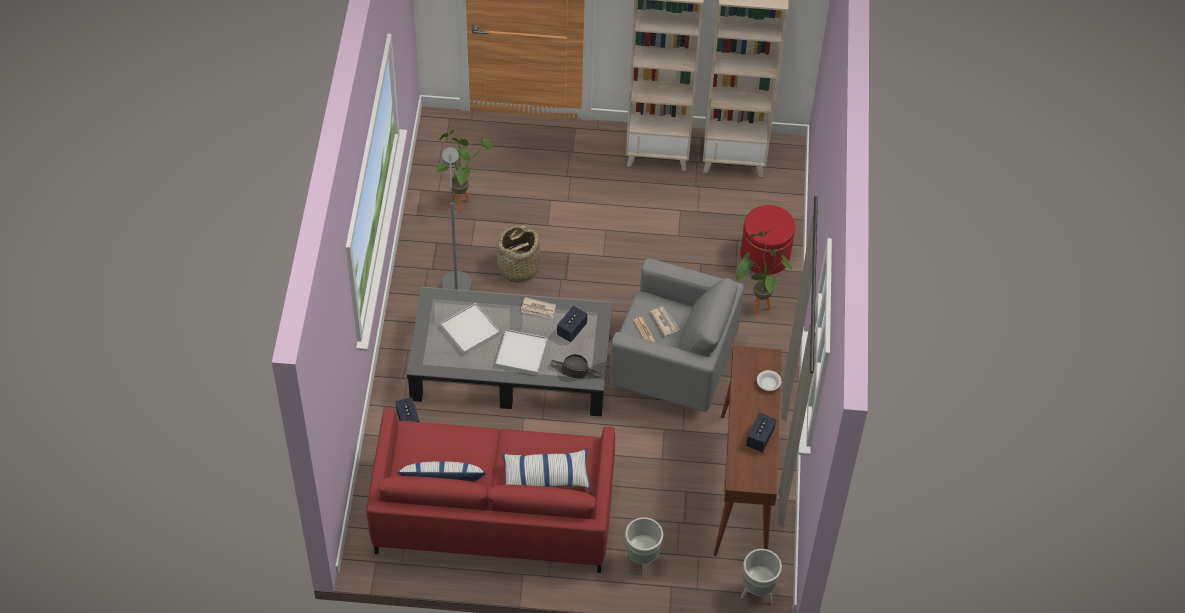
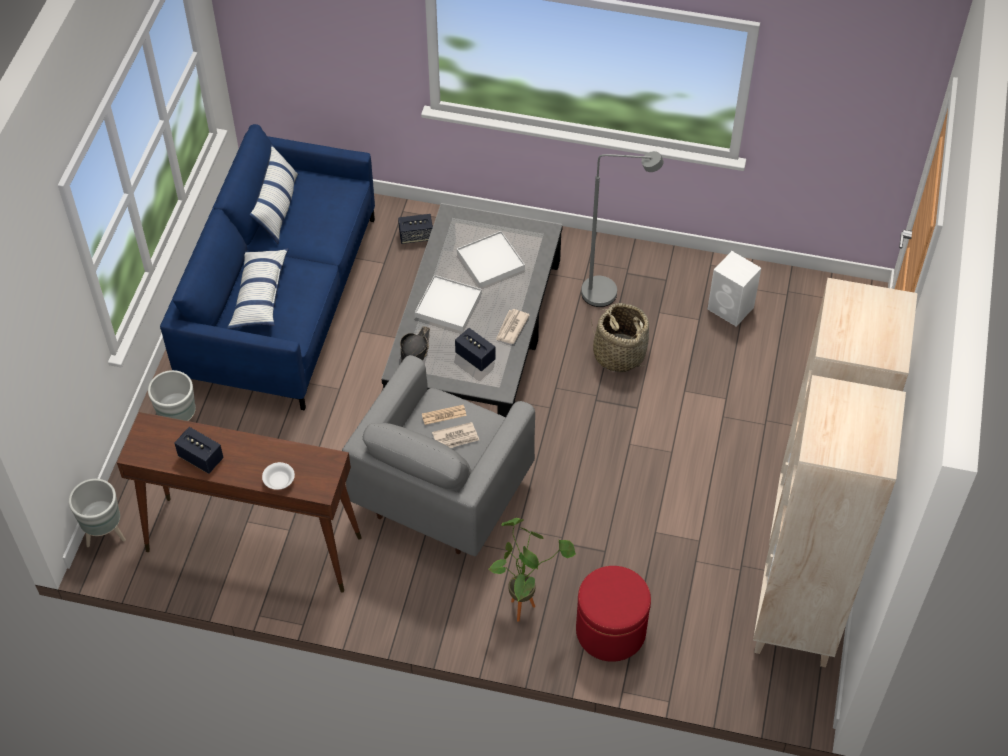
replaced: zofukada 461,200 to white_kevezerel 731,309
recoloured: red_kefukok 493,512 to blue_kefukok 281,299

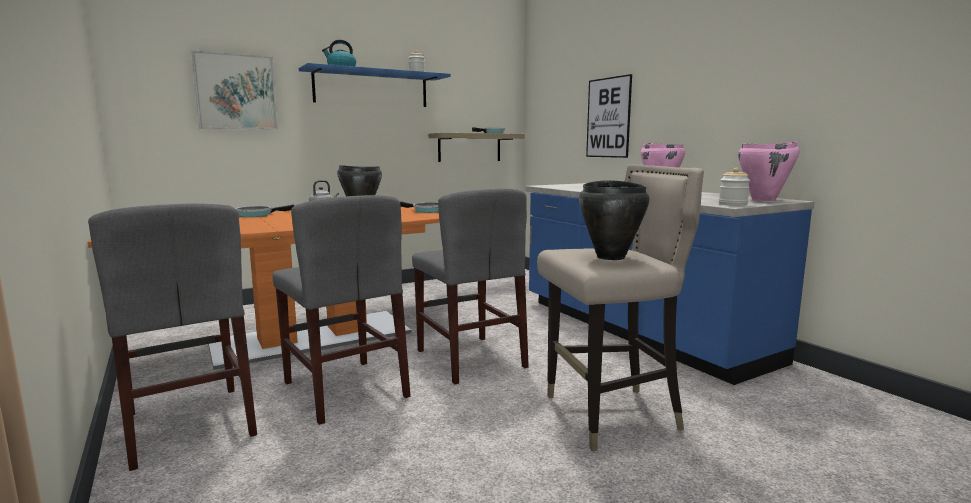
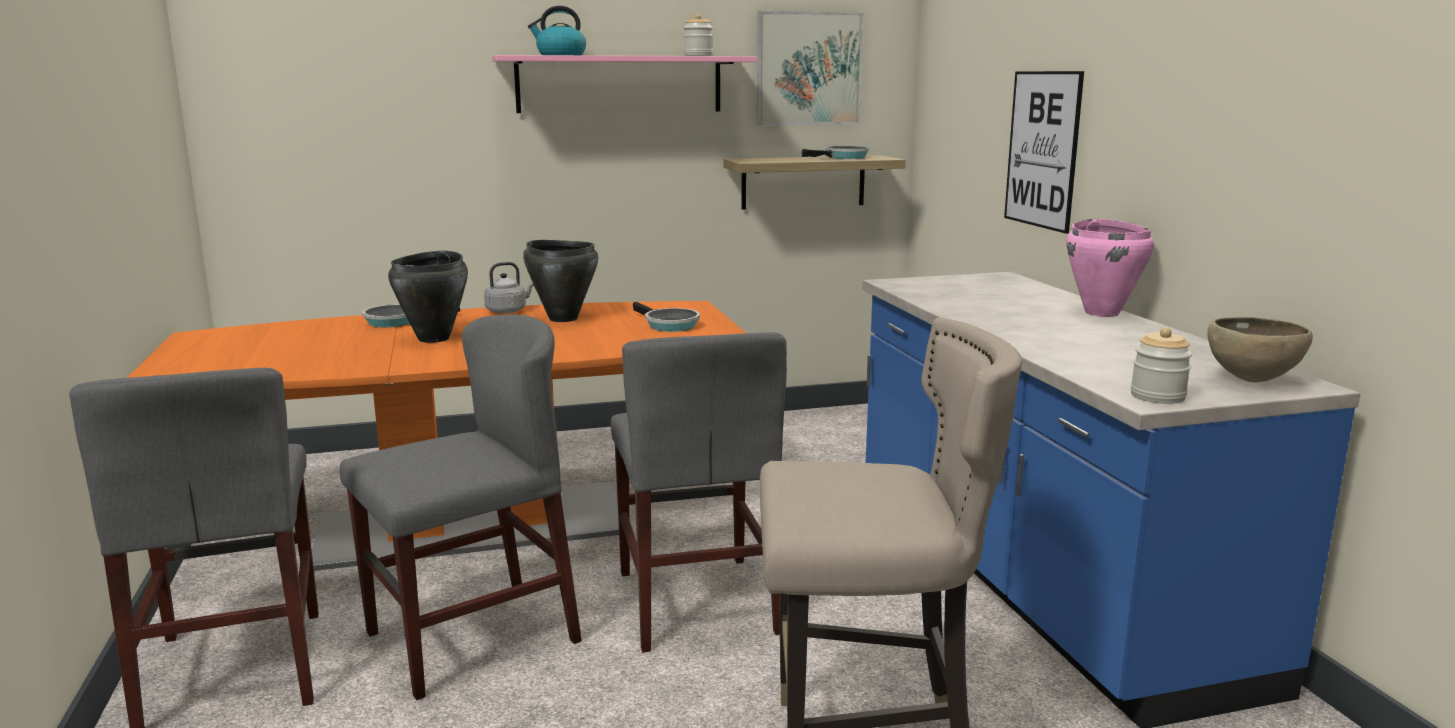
moved: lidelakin 236,92 to 808,68; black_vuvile 611,257 to 434,338
replaced: pink_vuvile 764,200 to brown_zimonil 1252,380
recoloured: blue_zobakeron 371,89 to pink_zobakeron 619,84
turned: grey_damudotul 345,389 = 472,637 105 degrees counterclockwise

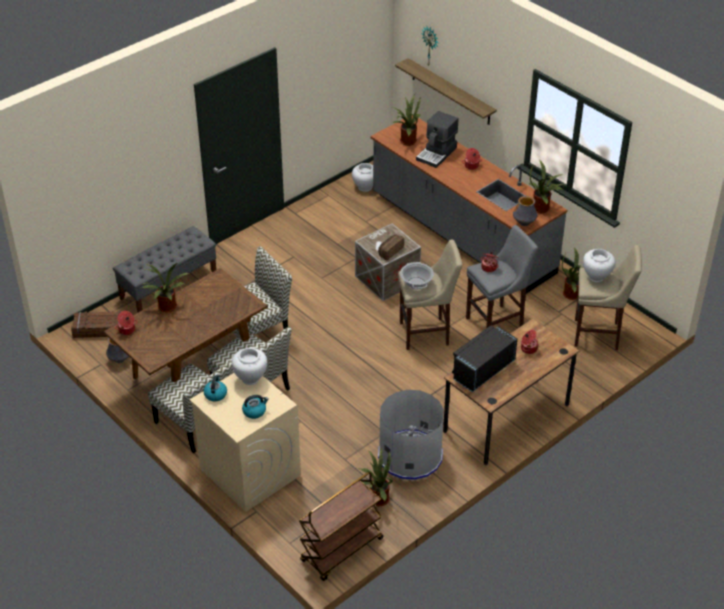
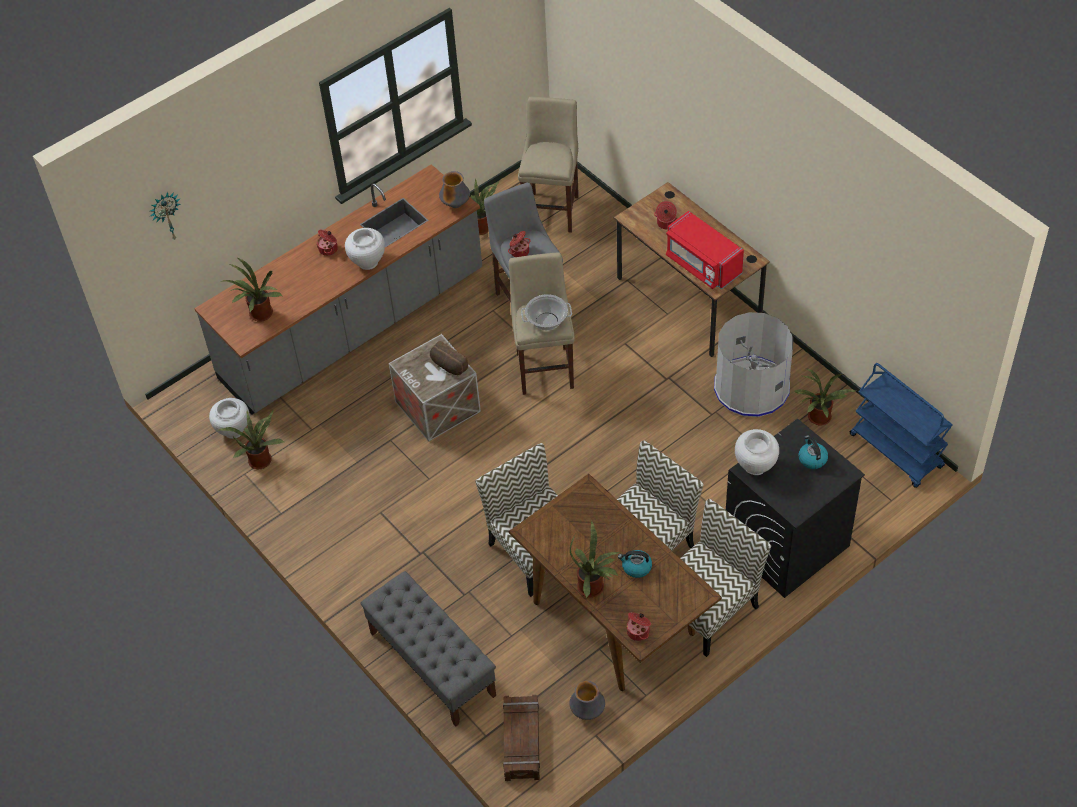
removed: zobakeron 450,92; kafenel 437,154
moved: zofukada 542,208 to 260,459; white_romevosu 596,277 to 367,262; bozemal 215,394 to 636,567
recoloured: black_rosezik 482,370 to red_rosezik 702,264; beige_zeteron 249,472 to black_zeteron 786,545; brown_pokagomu 341,550 to blue_pokagomu 897,451

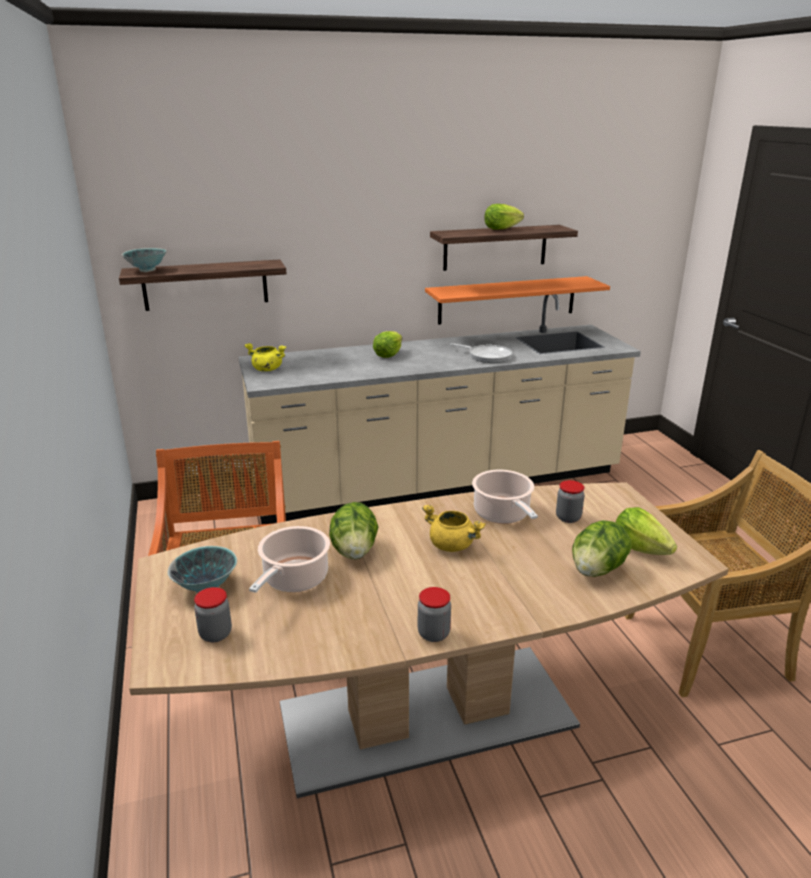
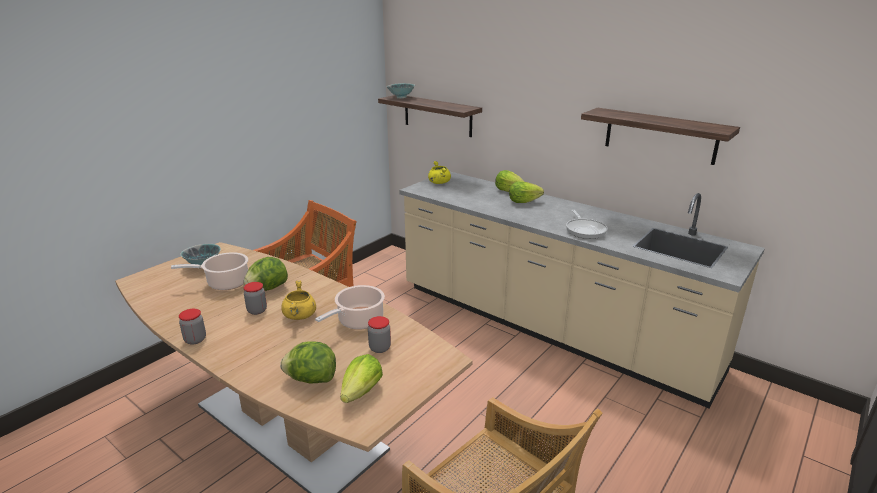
removed: orange_zobakeron 507,300
moved: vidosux 501,229 to 509,191; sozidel 215,634 to 257,310

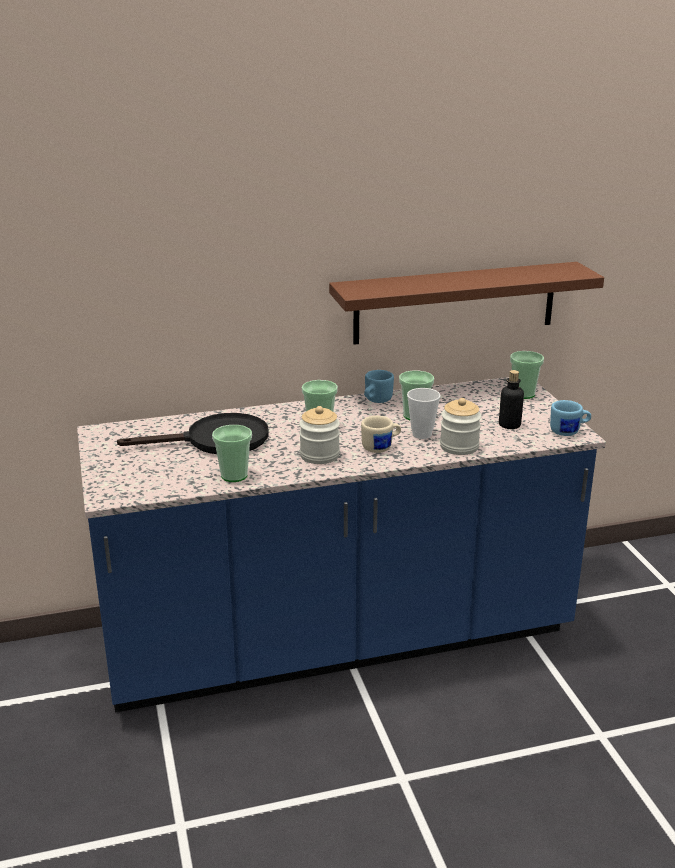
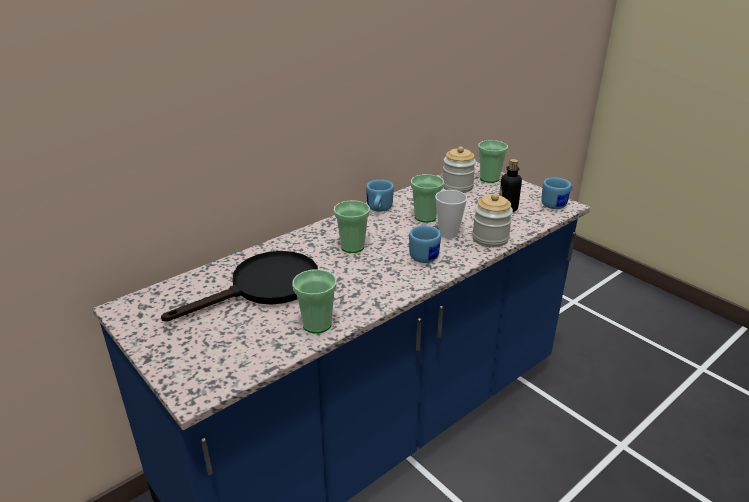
removed: brown_zobakeron 455,303
moved: sozidel 319,455 to 457,187
recoloured: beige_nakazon 381,447 to blue_nakazon 427,255

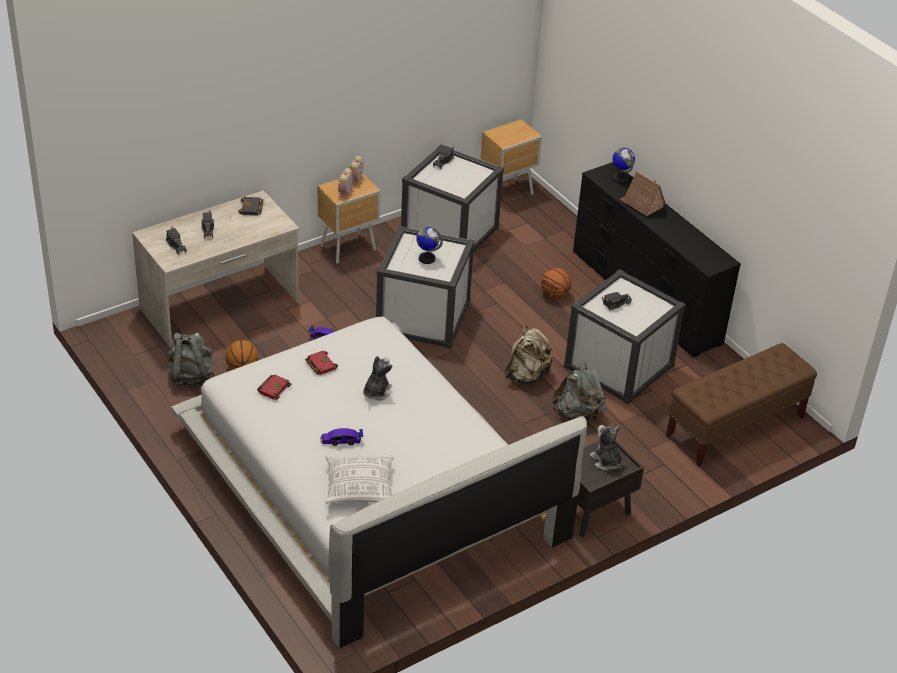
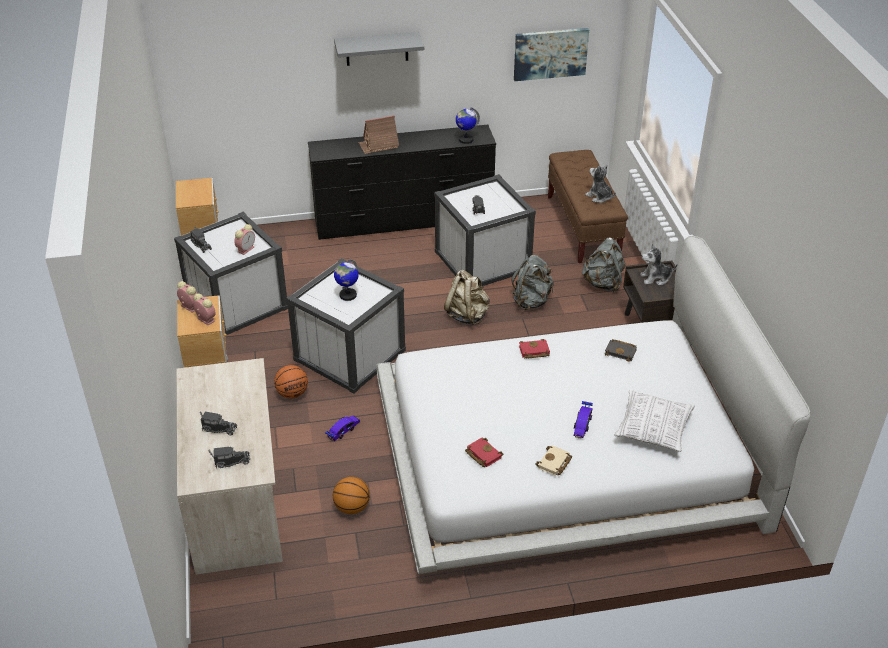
added: lidelakin 550,53; grey_zobakeron 377,48; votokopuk 246,249; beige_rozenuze 554,463
moved: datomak 620,179 to 465,139; black_rozenuze 252,208 to 621,352; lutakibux 554,295 to 292,393; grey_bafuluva 190,376 to 603,283; red_rozenuze 320,365 to 533,352; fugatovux 376,392 to 599,197

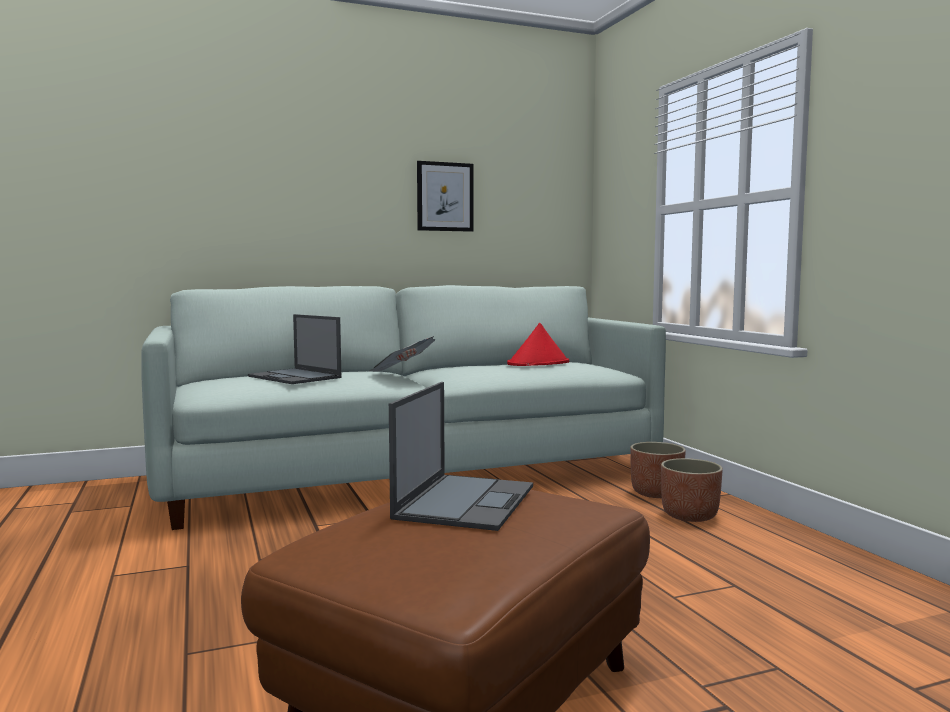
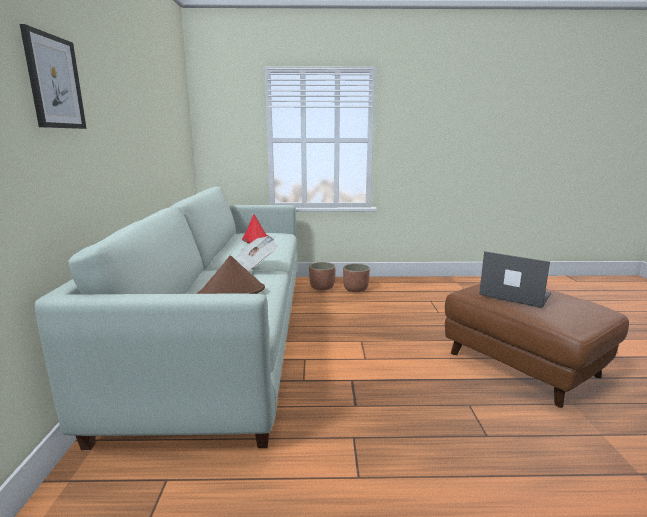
moved: lidelakin 445,197 to 54,82
replaced: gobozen 295,377 to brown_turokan 232,293

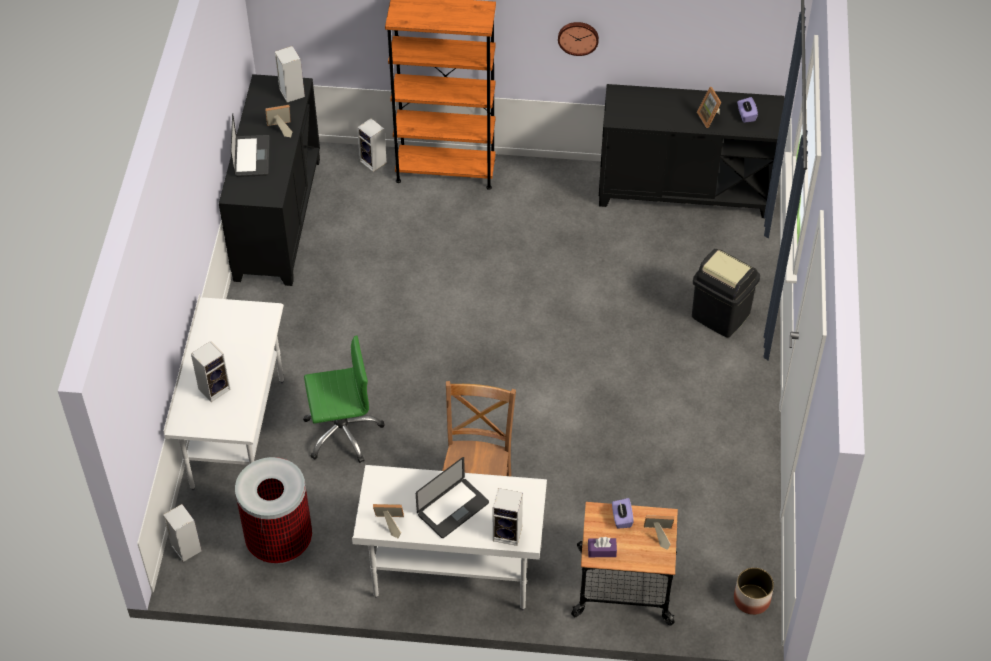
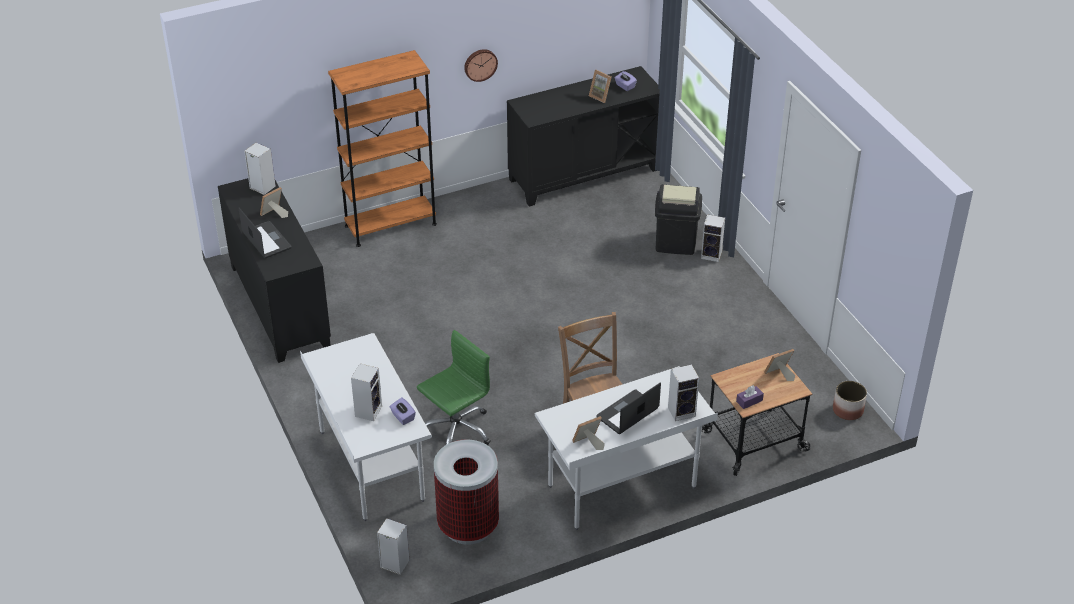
moved: kevezerel 374,162 to 712,255; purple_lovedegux 621,519 to 402,417
turned: gobozen 453,509 = 627,413 150 degrees counterclockwise

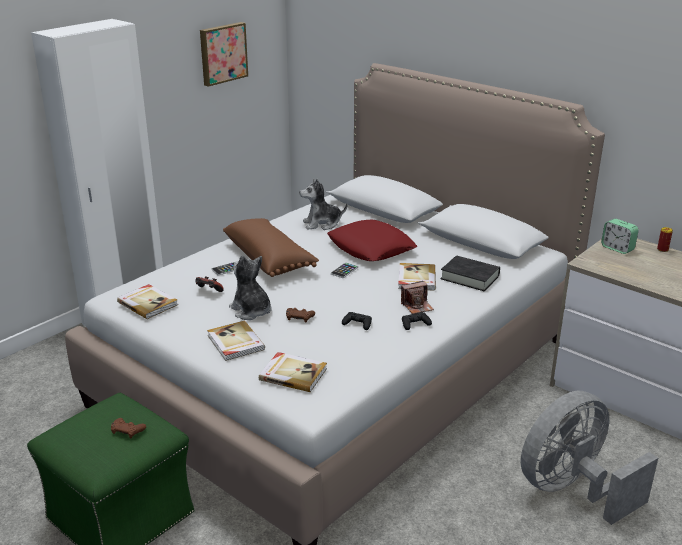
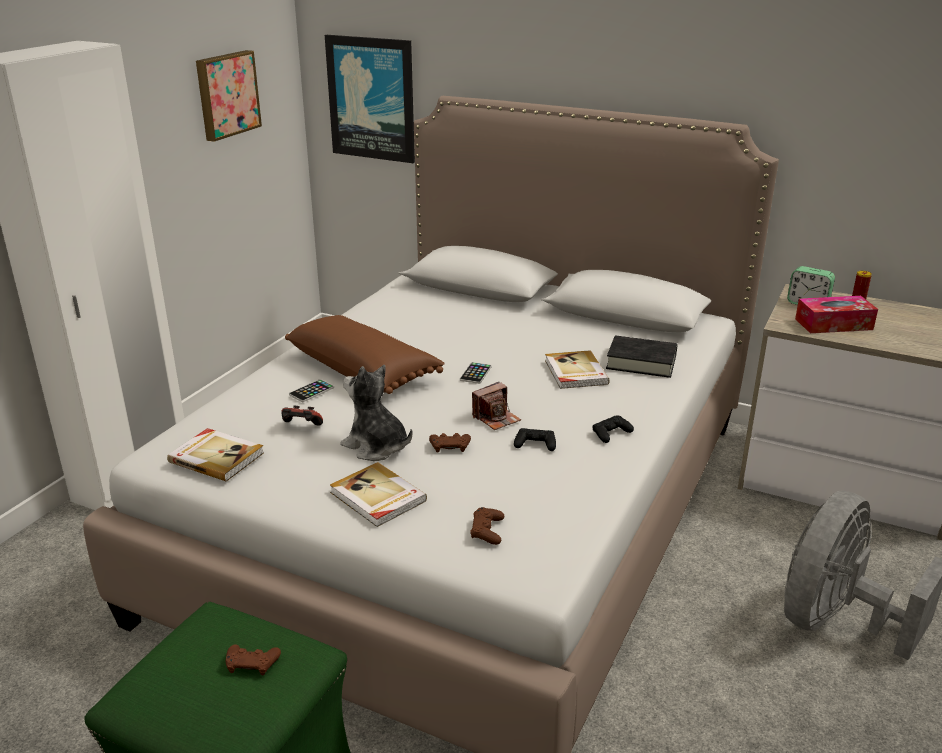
removed: fugatovux 322,224; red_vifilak 371,248
added: lidelakin 372,98; lovedegux 833,324
moved: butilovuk 417,306 to 496,418
replaced: rozenuze 293,374 to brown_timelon 487,531

